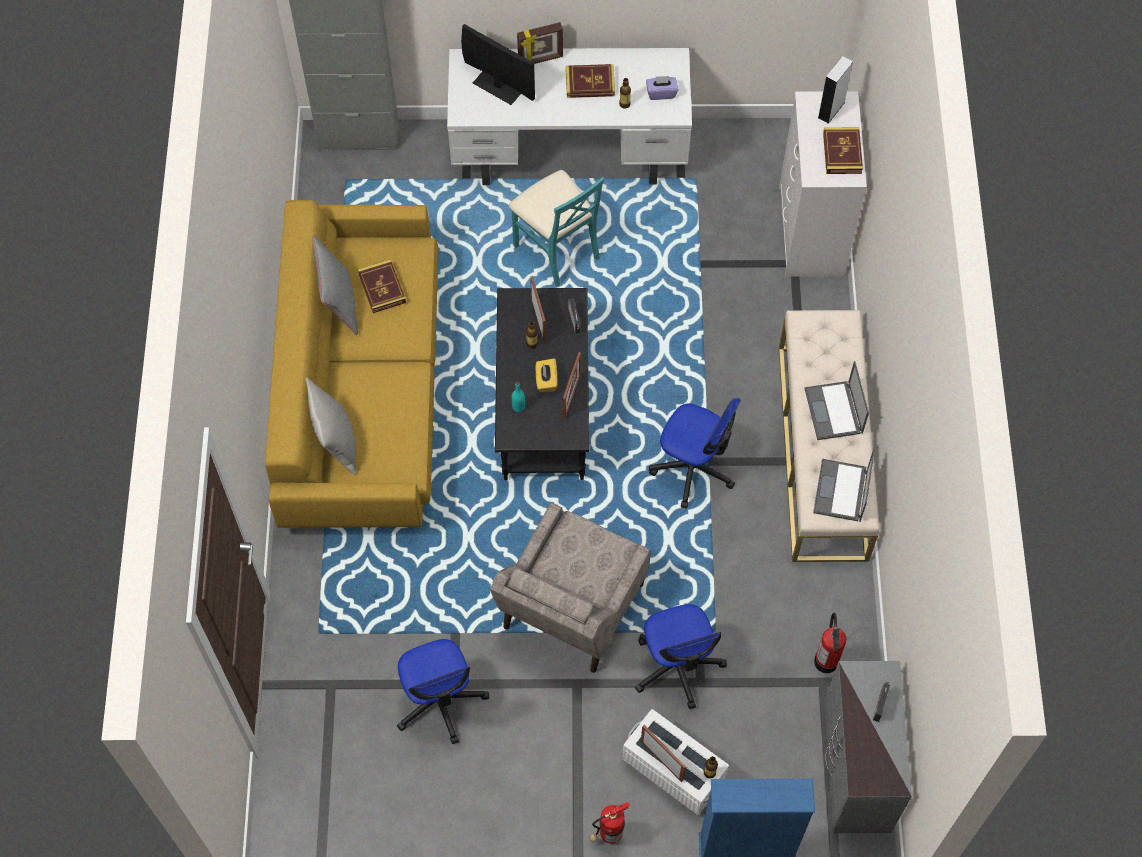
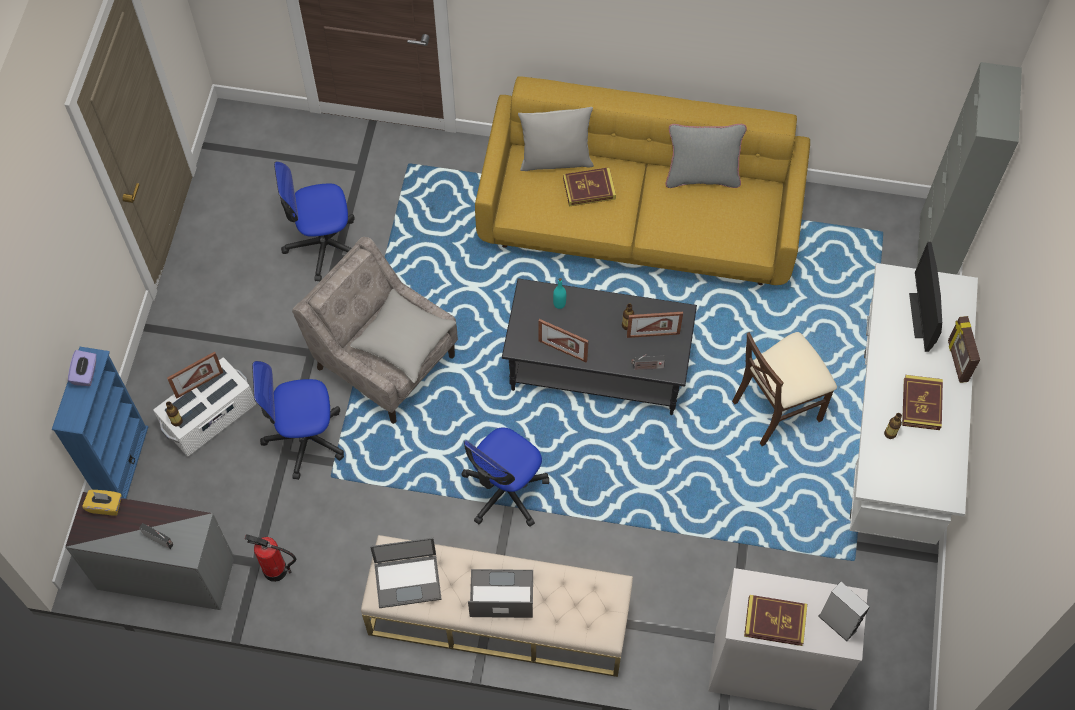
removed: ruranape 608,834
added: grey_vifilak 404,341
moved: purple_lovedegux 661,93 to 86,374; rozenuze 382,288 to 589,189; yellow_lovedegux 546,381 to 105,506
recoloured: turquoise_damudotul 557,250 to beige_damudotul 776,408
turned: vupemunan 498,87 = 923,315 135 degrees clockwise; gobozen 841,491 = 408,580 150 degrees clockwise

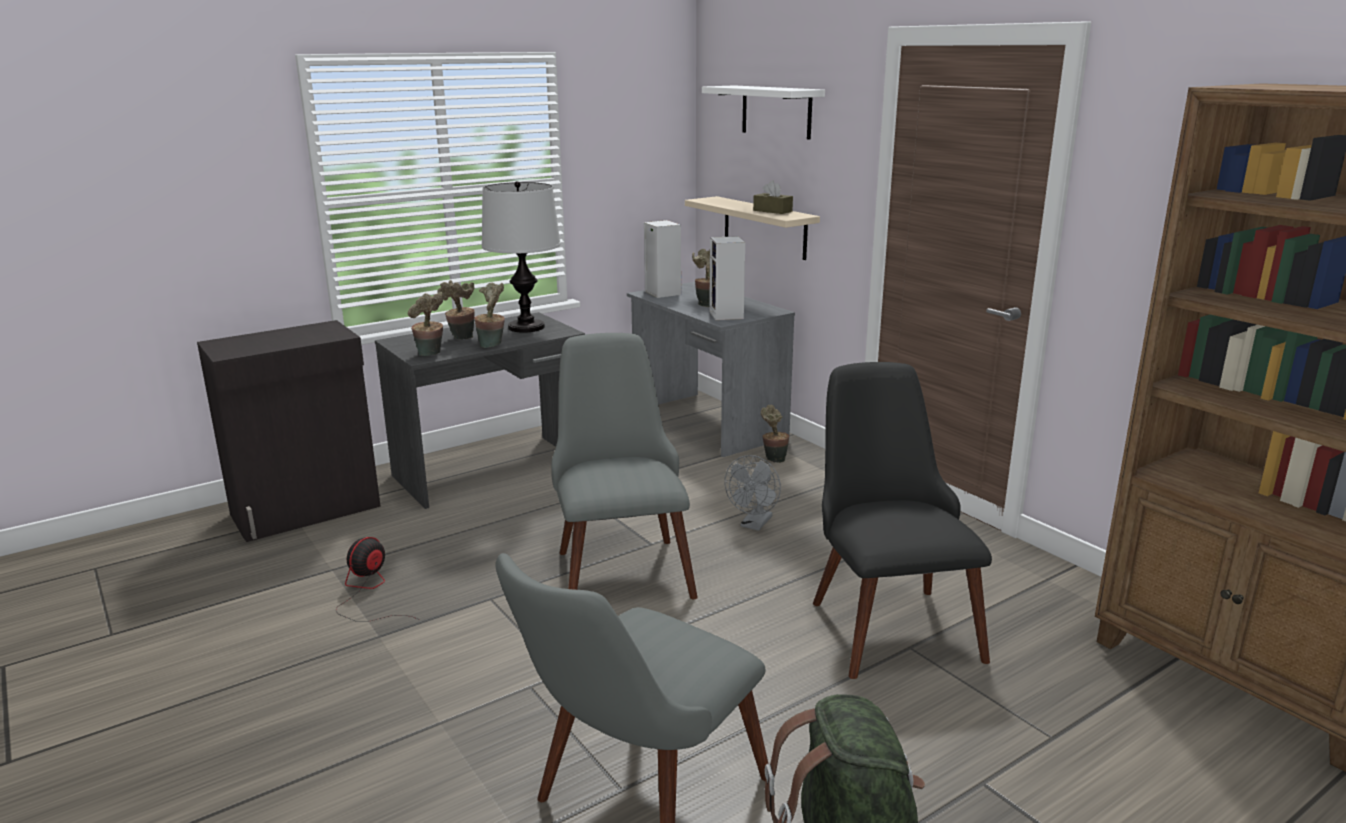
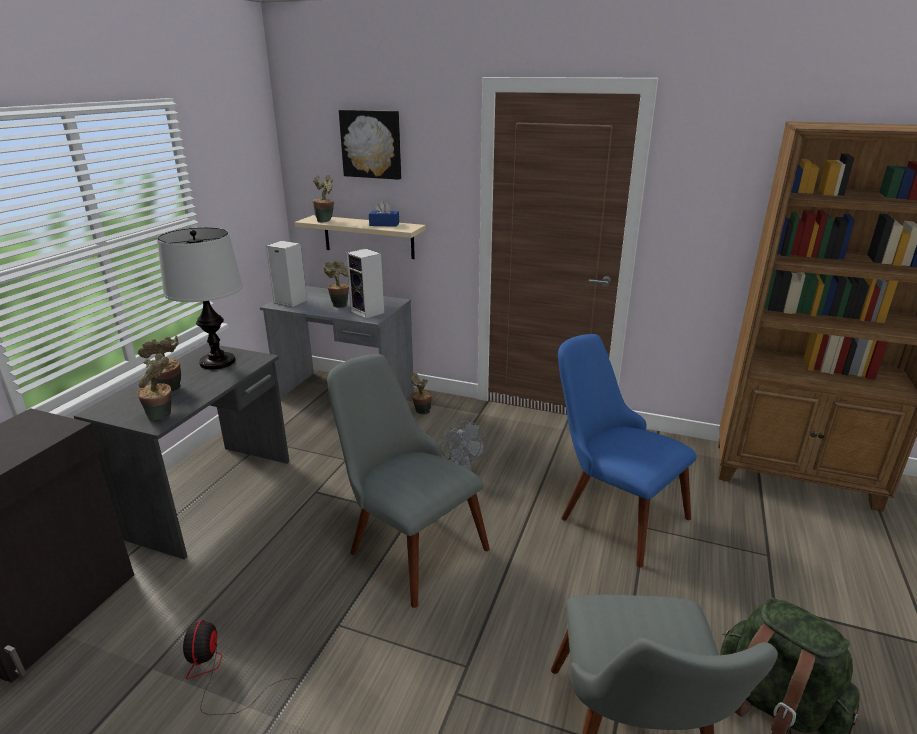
moved: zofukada 493,345 to 326,220
replaced: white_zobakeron 776,111 to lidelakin 372,144
recoloured: brown_lovedegux 772,211 to blue_lovedegux 384,224; black_damudotul 885,618 to blue_damudotul 610,511

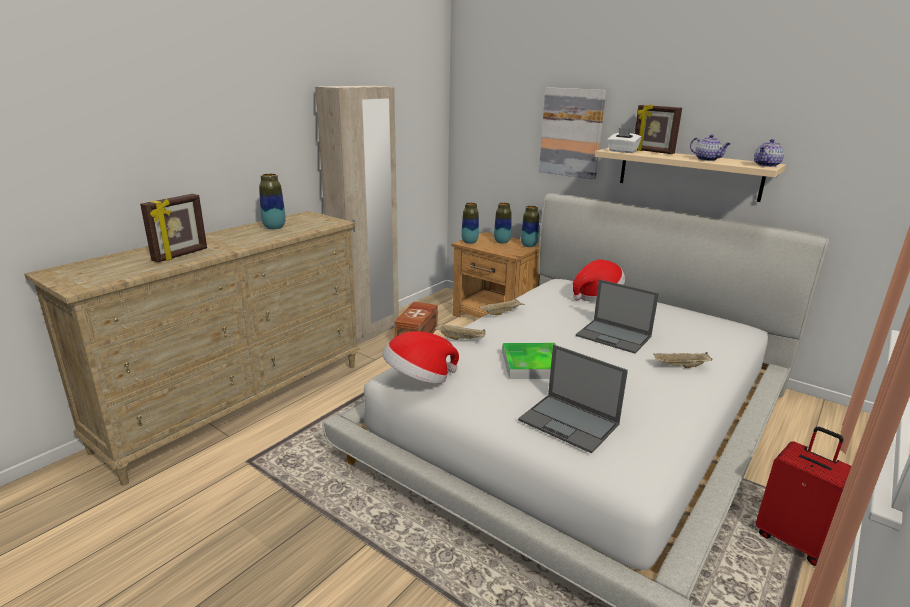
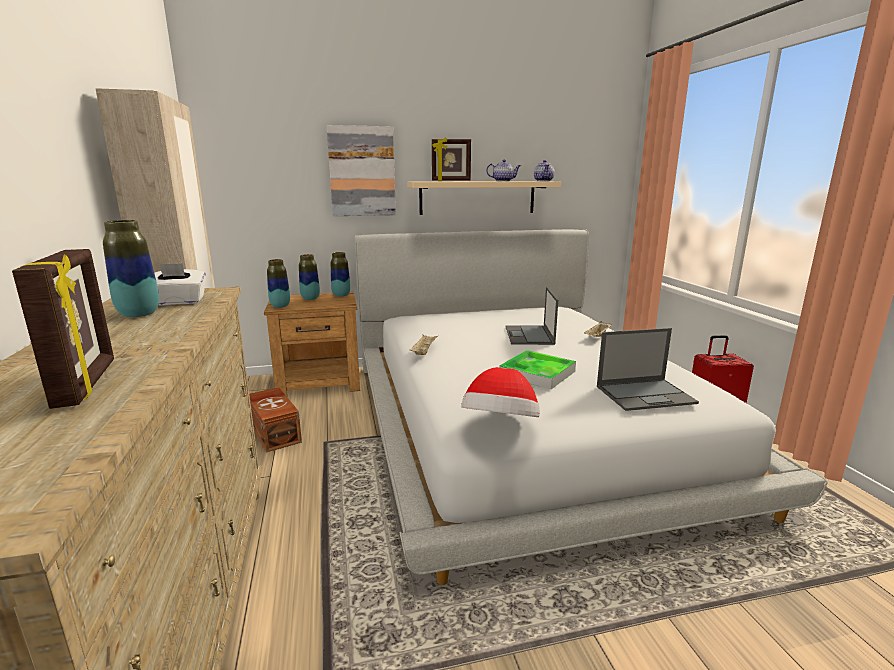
removed: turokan 596,296; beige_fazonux 461,339
moved: white_lovedegux 622,151 to 178,302
turned: gobozen 614,336 = 529,335 105 degrees clockwise

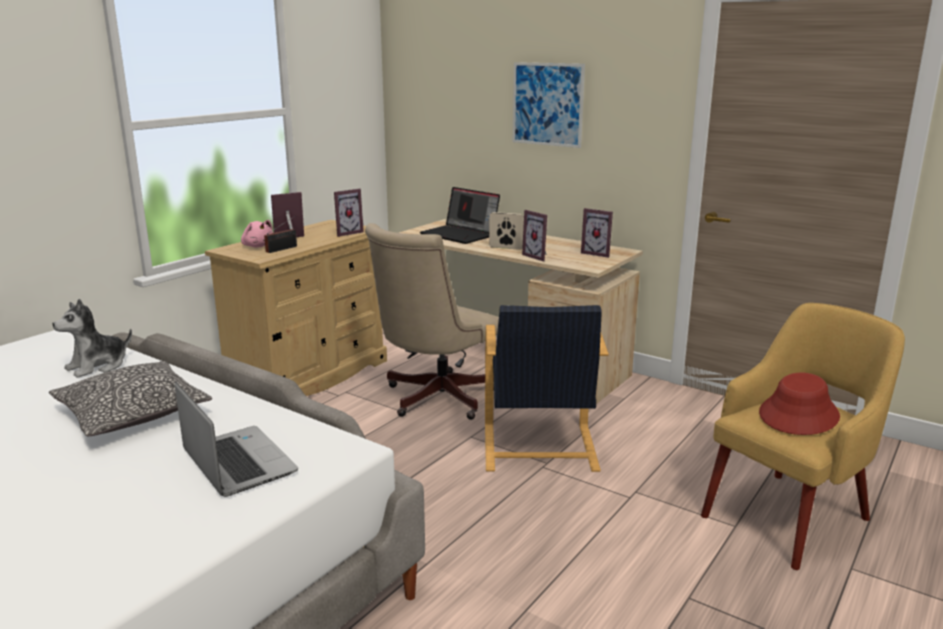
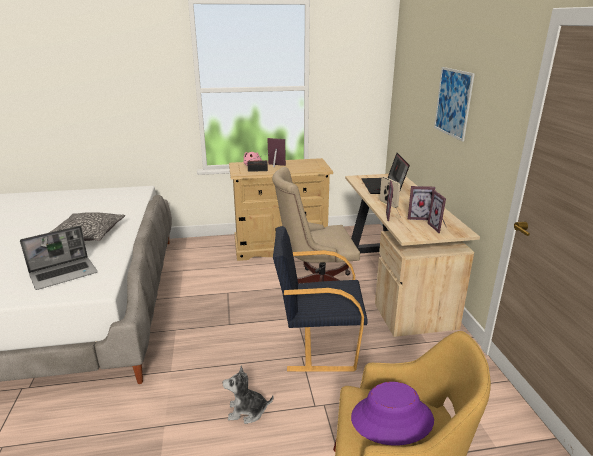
moved: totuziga 346,233 to 418,217; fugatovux 98,366 to 247,411
recoloured: red_turokan 799,415 to purple_turokan 392,419
turned: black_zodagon 538,449 = 317,344 45 degrees clockwise; gobozen 237,462 = 64,274 45 degrees clockwise

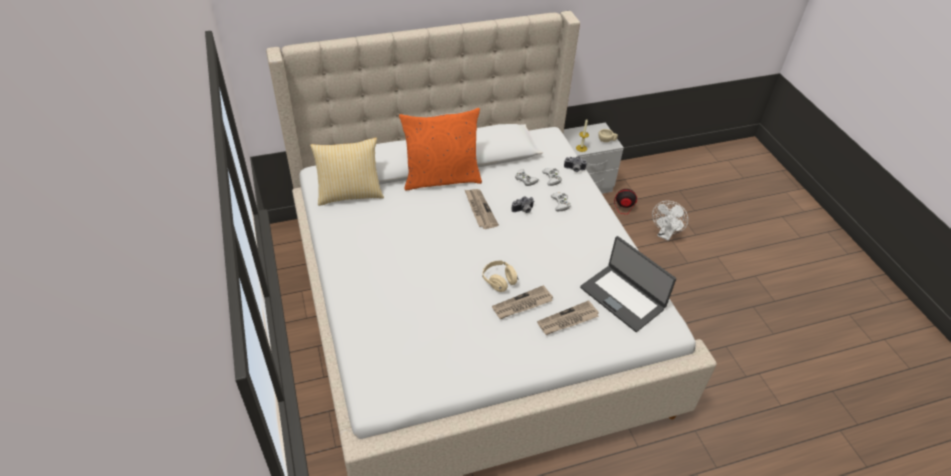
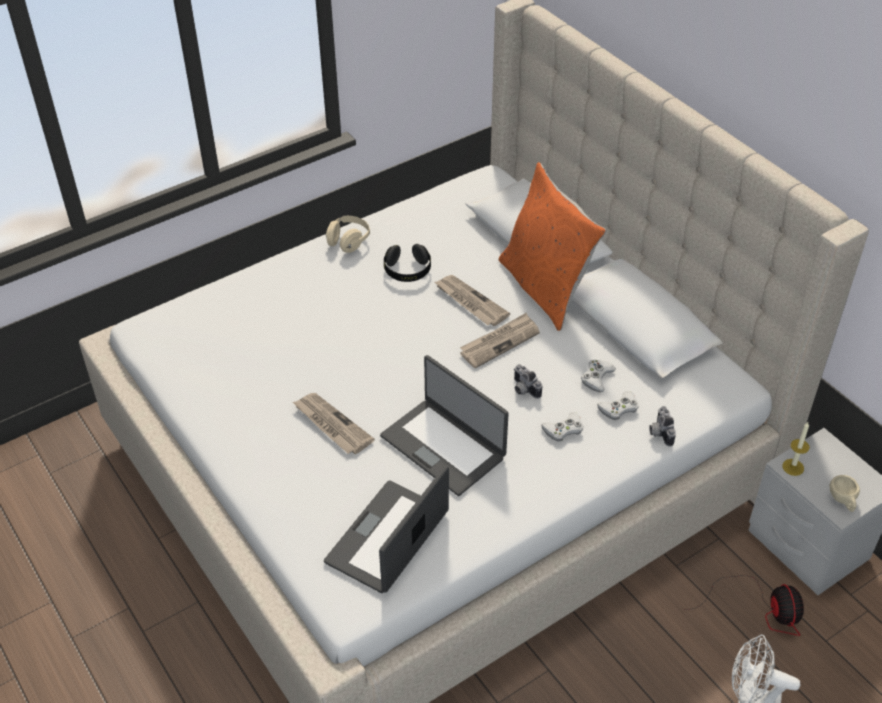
removed: vifilak 350,194
added: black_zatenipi 407,271; gobozen 444,446
moved: beige_zatenipi 499,281 to 348,241; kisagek 567,320 to 470,302

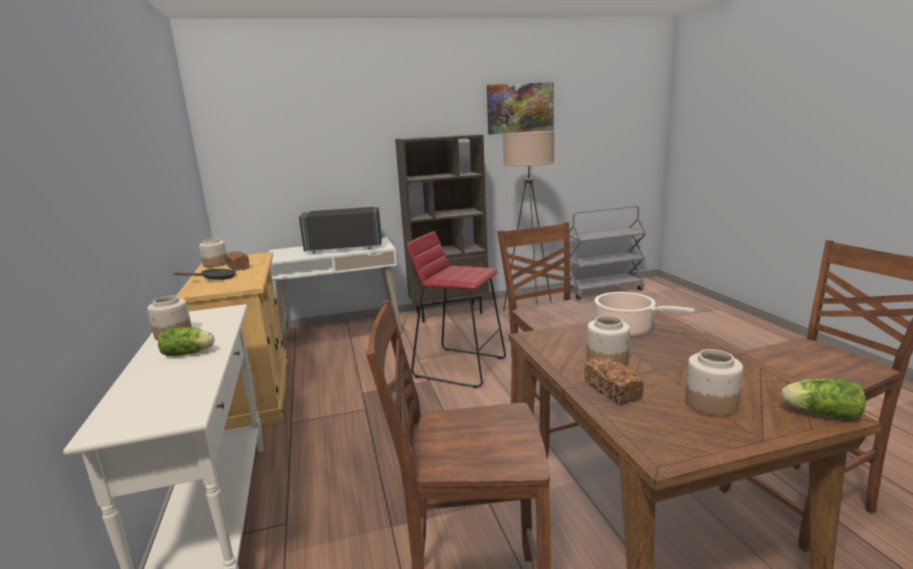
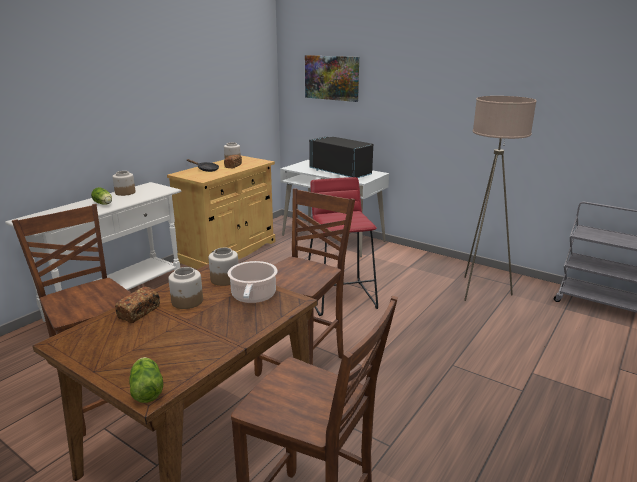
removed: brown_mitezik 449,312
moved: lidelakin 520,108 to 332,77; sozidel 710,404 to 224,279

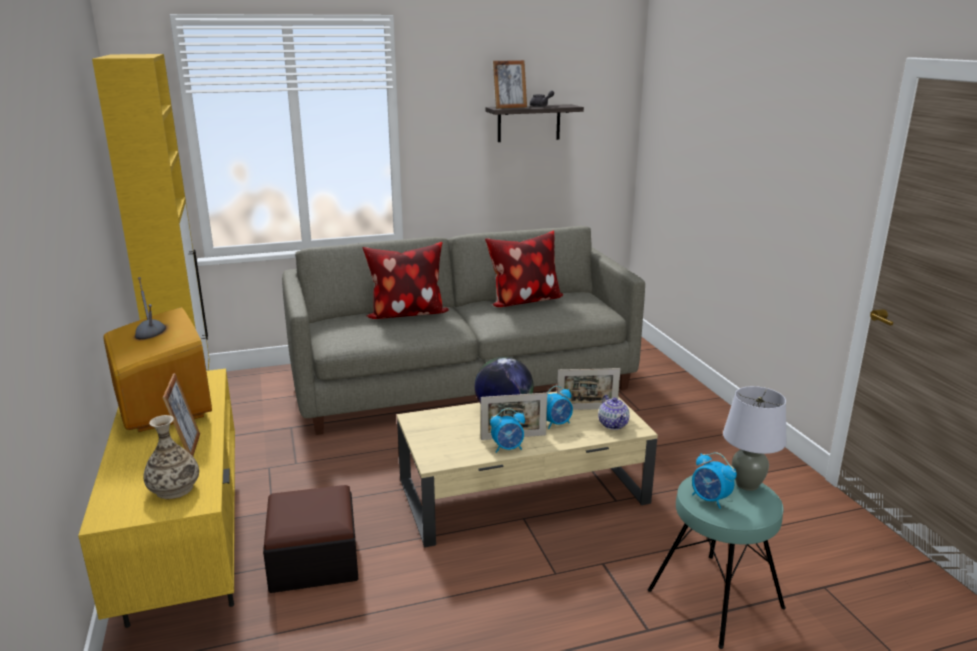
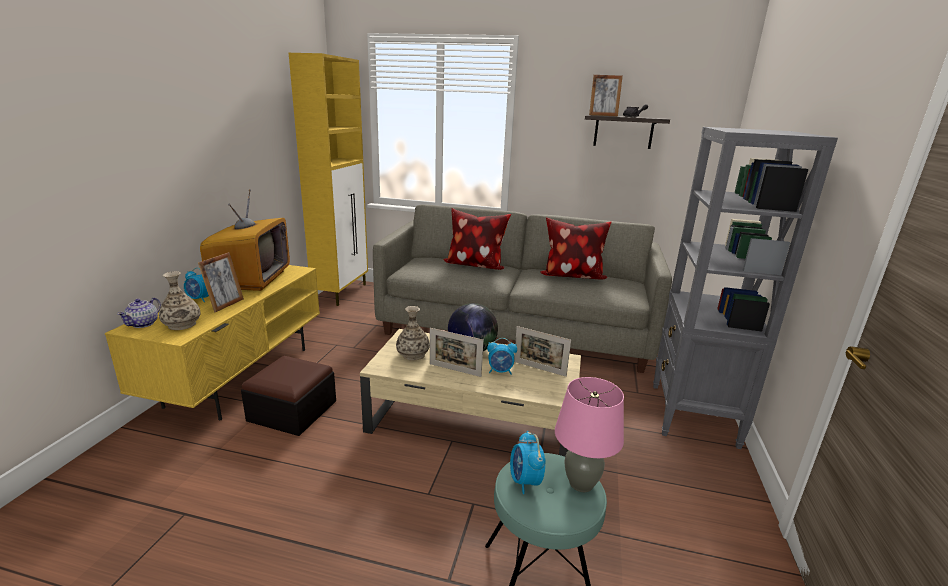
added: grey_mitezik 692,415; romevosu 413,355
moved: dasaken 613,424 to 143,324; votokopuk 508,448 to 200,299
recoloured: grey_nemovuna 747,485 to pink_nemovuna 581,484

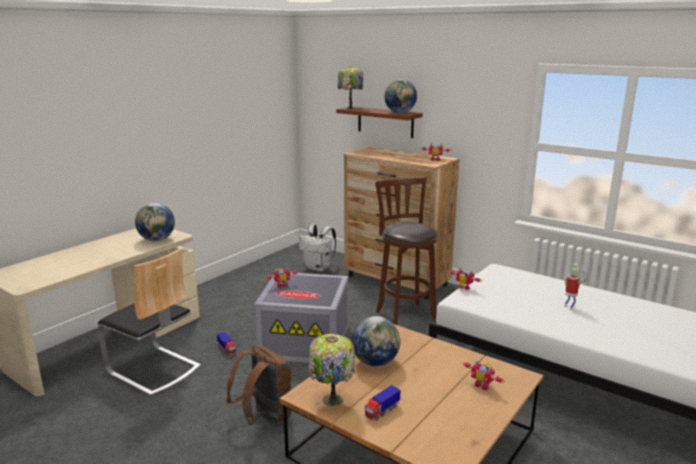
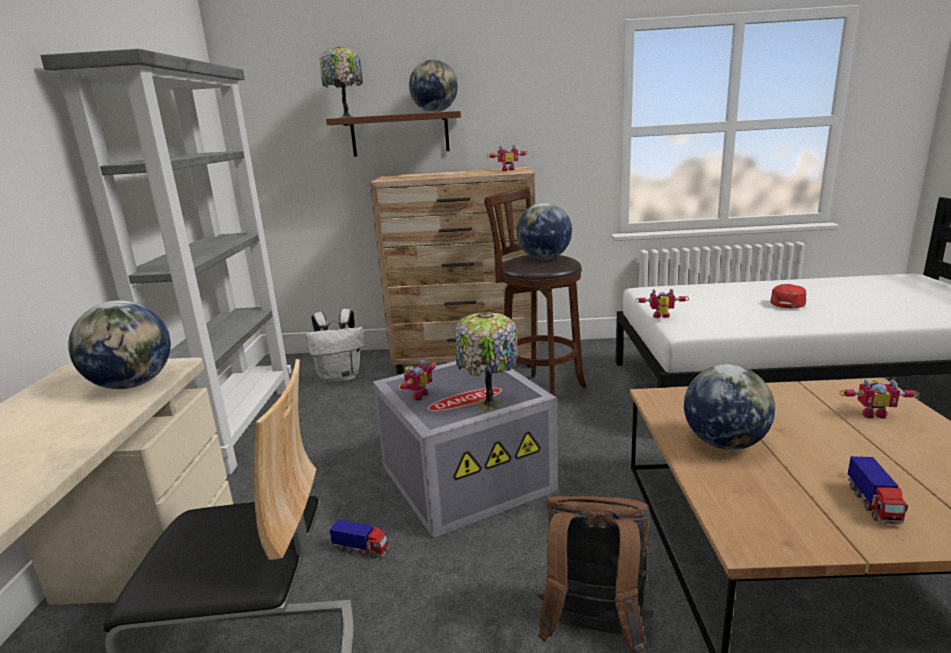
added: grey_mitezik 236,426; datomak 544,258
moved: nemovuna 331,401 to 488,405
replaced: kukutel 569,307 to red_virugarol 788,301

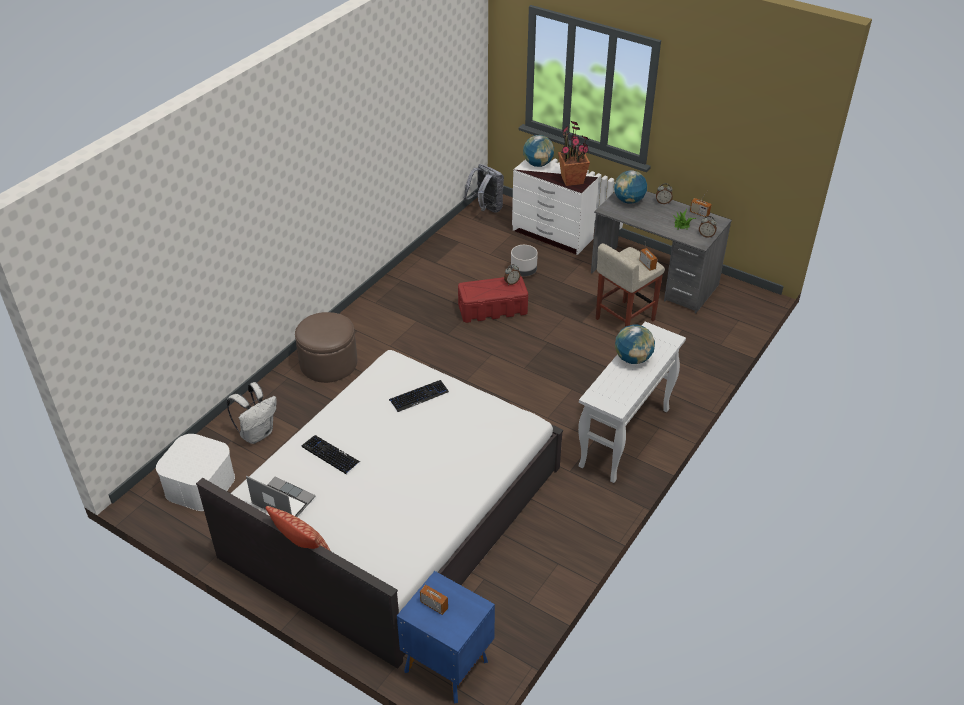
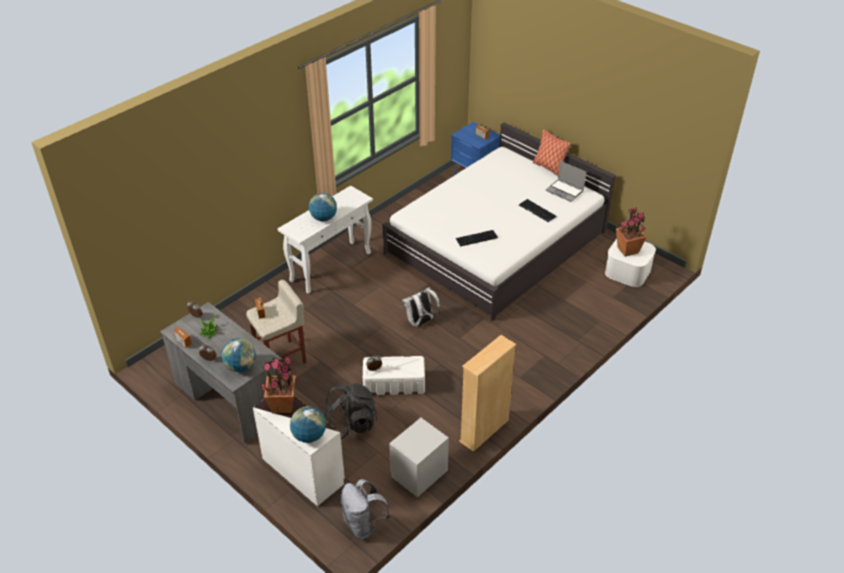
removed: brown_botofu 328,363
added: zofukada 628,250; beige_mitezik 484,430; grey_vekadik 419,473
moved: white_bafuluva 257,433 to 420,322
replaced: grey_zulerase 523,271 to black_bafuluva 351,424
recoloured: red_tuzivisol 493,309 to white_tuzivisol 393,384

